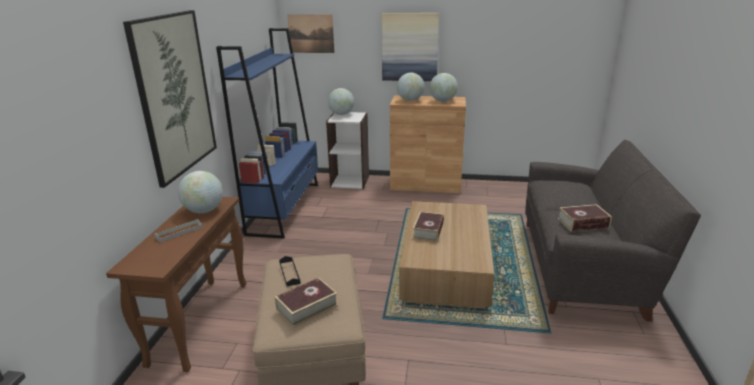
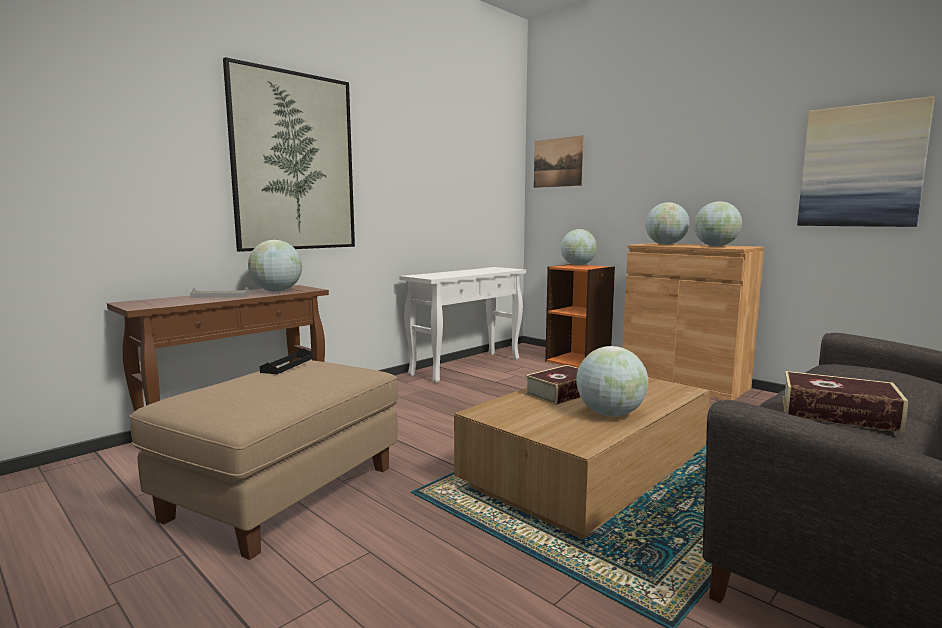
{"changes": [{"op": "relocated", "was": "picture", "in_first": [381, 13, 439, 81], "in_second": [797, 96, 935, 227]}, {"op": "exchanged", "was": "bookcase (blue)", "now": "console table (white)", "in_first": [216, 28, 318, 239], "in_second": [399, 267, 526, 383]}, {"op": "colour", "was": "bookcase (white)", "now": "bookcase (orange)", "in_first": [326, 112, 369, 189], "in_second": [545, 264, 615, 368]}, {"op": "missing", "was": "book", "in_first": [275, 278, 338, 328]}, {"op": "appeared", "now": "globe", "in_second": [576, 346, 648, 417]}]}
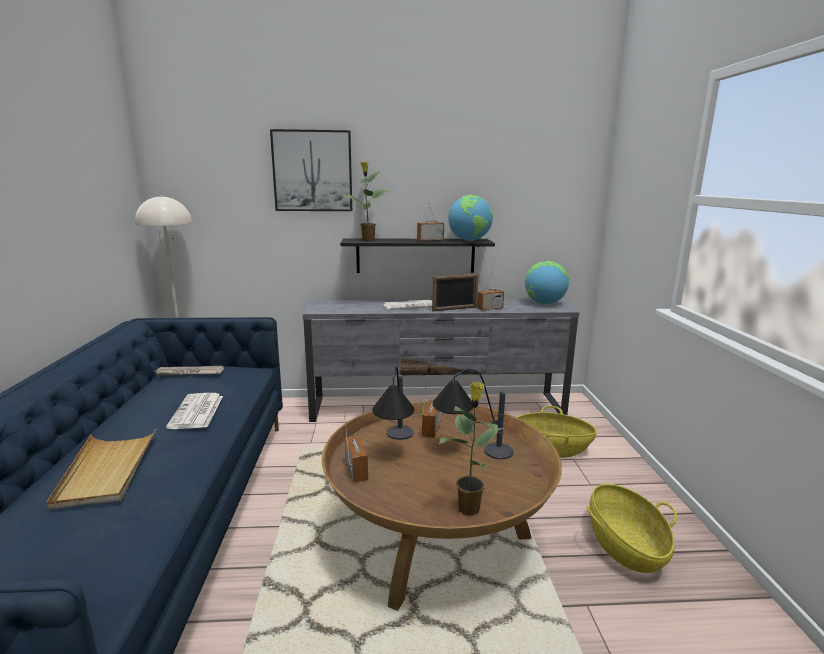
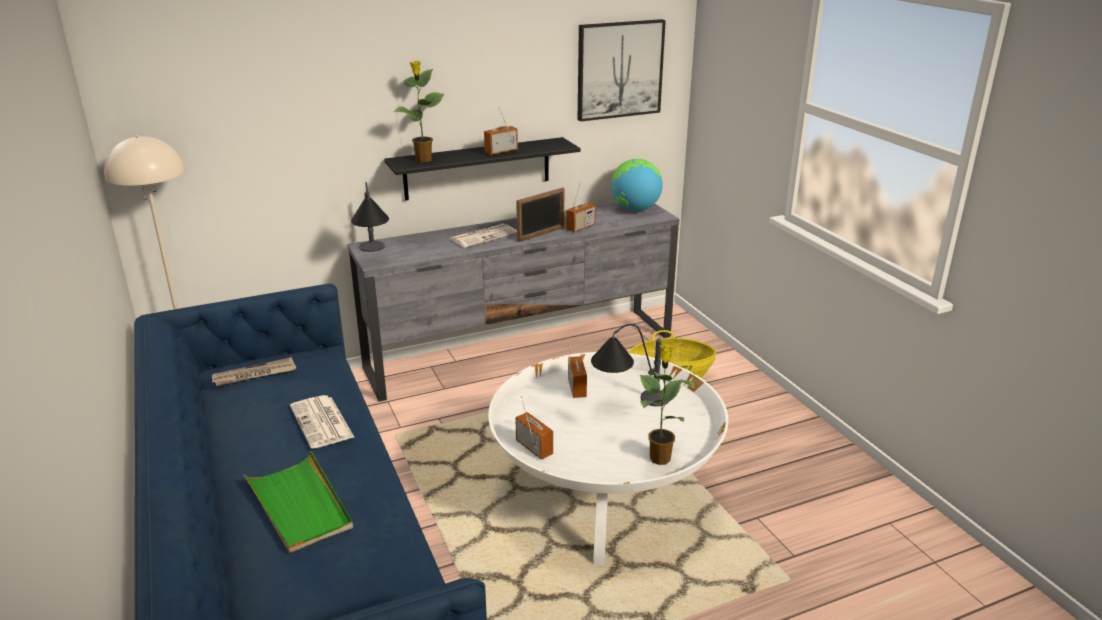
{"changes": [{"op": "relocated", "was": "picture", "in_first": [270, 129, 352, 211], "in_second": [578, 19, 666, 122]}, {"op": "missing", "was": "globe", "in_first": [448, 195, 493, 241]}, {"op": "relocated", "was": "table lamp", "in_first": [372, 366, 415, 440], "in_second": [351, 182, 389, 252]}, {"op": "colour", "was": "coffee table (brown)", "now": "coffee table (white)", "in_first": [322, 401, 562, 611], "in_second": [488, 352, 728, 565]}, {"op": "colour", "was": "tray (beige)", "now": "tray (green)", "in_first": [47, 428, 157, 510], "in_second": [243, 451, 353, 553]}, {"op": "missing", "was": "basket", "in_first": [587, 484, 677, 573]}]}
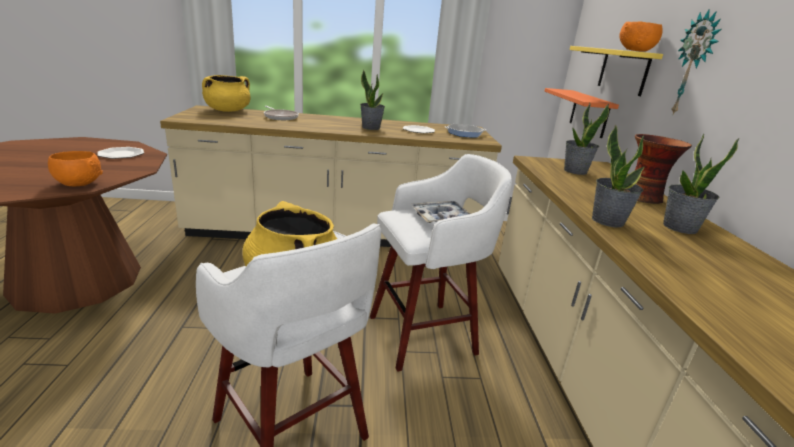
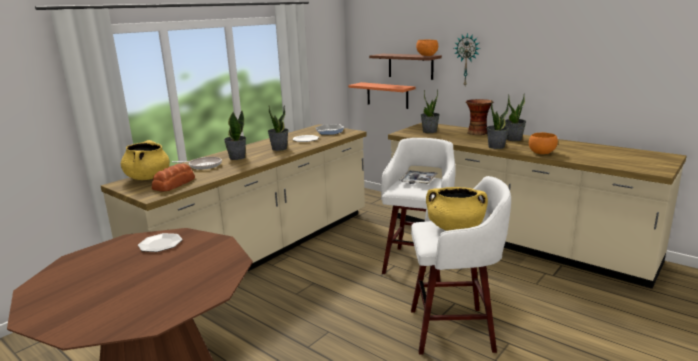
{"changes": [{"op": "colour", "was": "shelf (yellow)", "now": "shelf (brown)", "in_first": [570, 46, 663, 96], "in_second": [369, 54, 442, 80]}, {"op": "relocated", "was": "bowl (orange)", "in_first": [48, 151, 103, 186], "in_second": [529, 132, 558, 154]}, {"op": "appeared", "now": "potted plant", "in_second": [224, 111, 246, 160]}, {"op": "appeared", "now": "bread", "in_second": [152, 163, 195, 192]}]}
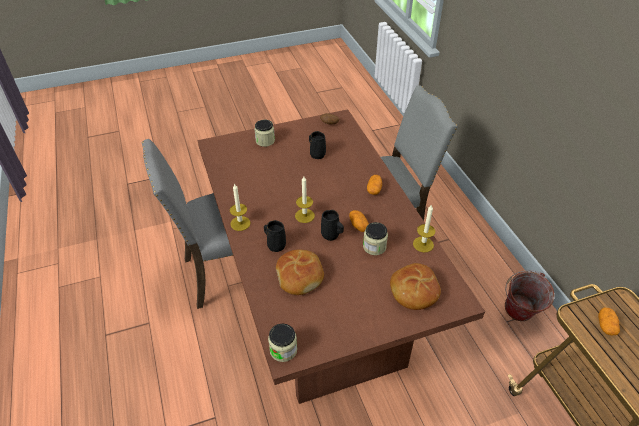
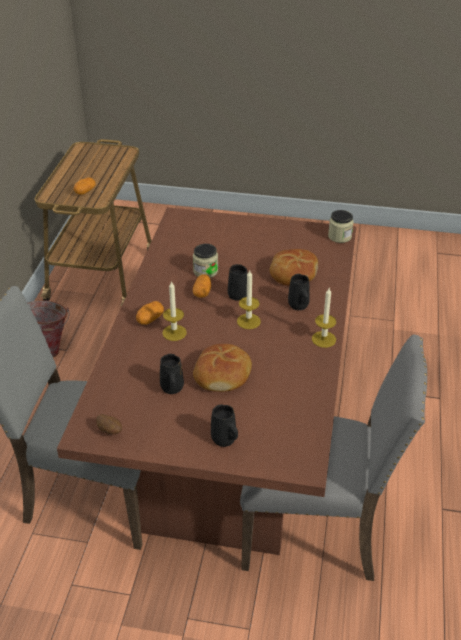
{"changes": [{"op": "exchanged", "was": "jar", "now": "mug (black)", "in_first": [254, 120, 275, 147], "in_second": [211, 405, 238, 447]}, {"op": "relocated", "was": "candle", "in_first": [413, 204, 435, 252], "in_second": [162, 281, 187, 341]}, {"op": "relocated", "was": "bread", "in_first": [390, 263, 441, 310], "in_second": [193, 344, 252, 392]}]}
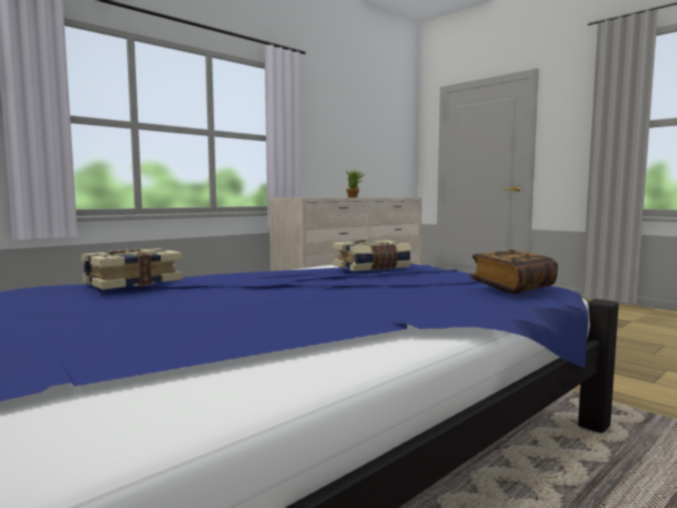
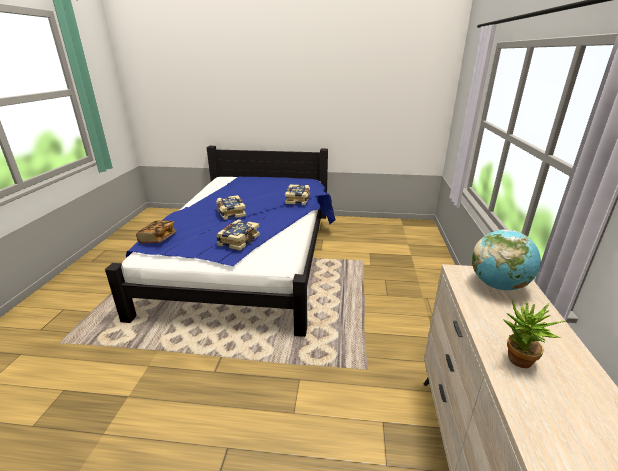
{"changes": [{"op": "appeared", "now": "book", "in_second": [216, 195, 246, 220]}, {"op": "appeared", "now": "globe", "in_second": [472, 230, 541, 290]}]}
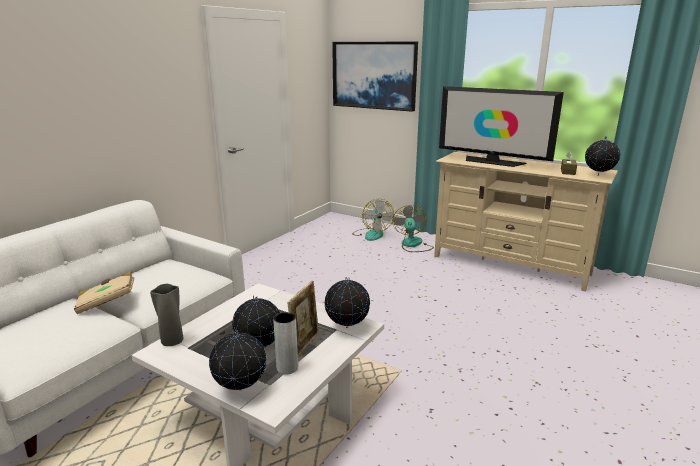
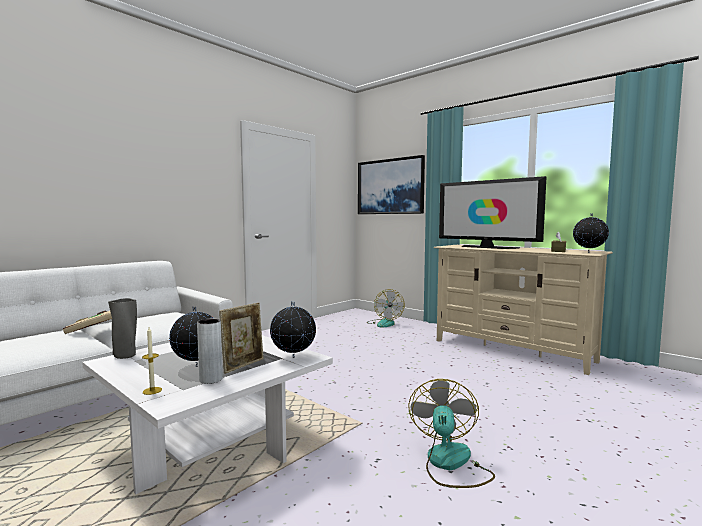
{"changes": [{"op": "relocated", "was": "fan", "in_first": [392, 205, 434, 252], "in_second": [408, 379, 495, 488]}, {"op": "exchanged", "was": "globe", "now": "candle", "in_first": [209, 330, 266, 391], "in_second": [142, 327, 162, 395]}]}
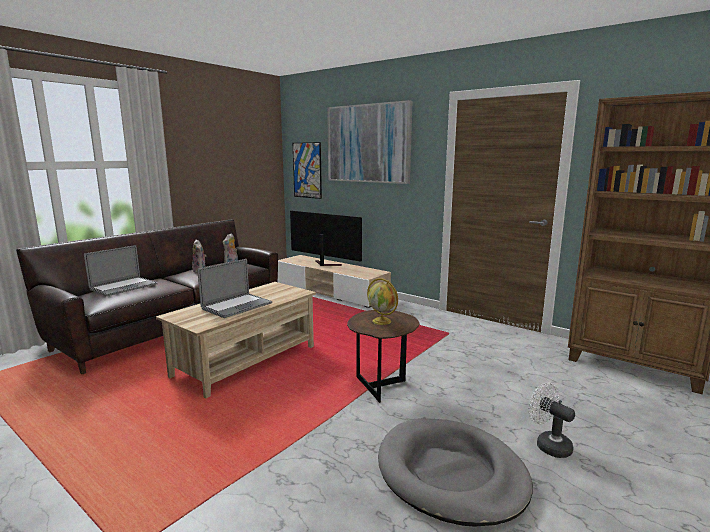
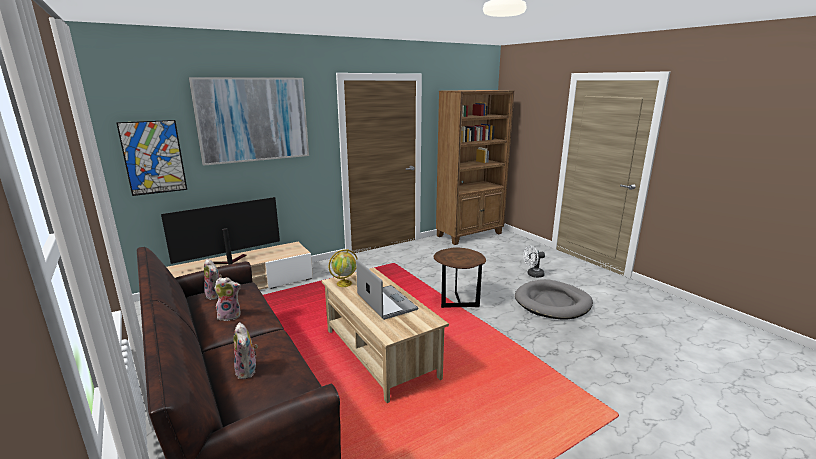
{"changes": [{"op": "exchanged", "was": "laptop", "now": "plush toy", "in_first": [84, 245, 158, 296], "in_second": [234, 322, 258, 379]}, {"op": "relocated", "was": "globe", "in_first": [367, 278, 398, 325], "in_second": [328, 249, 358, 287]}]}
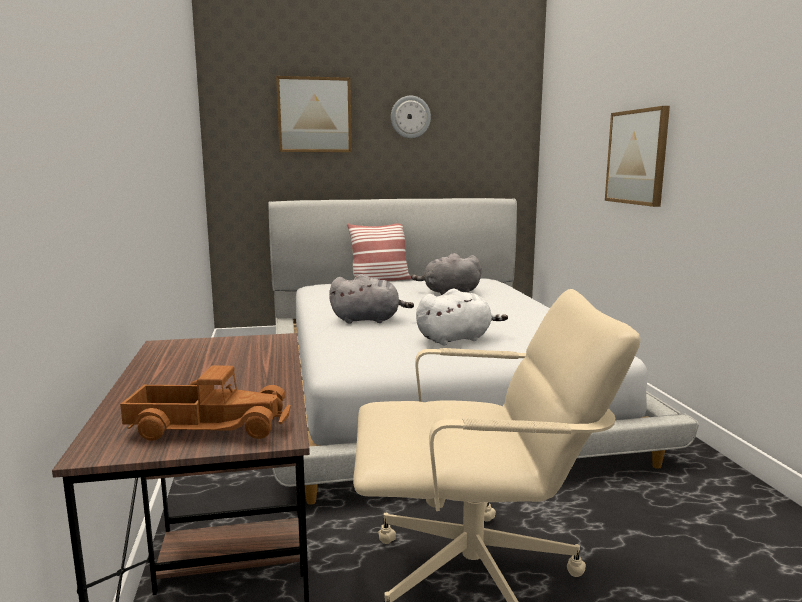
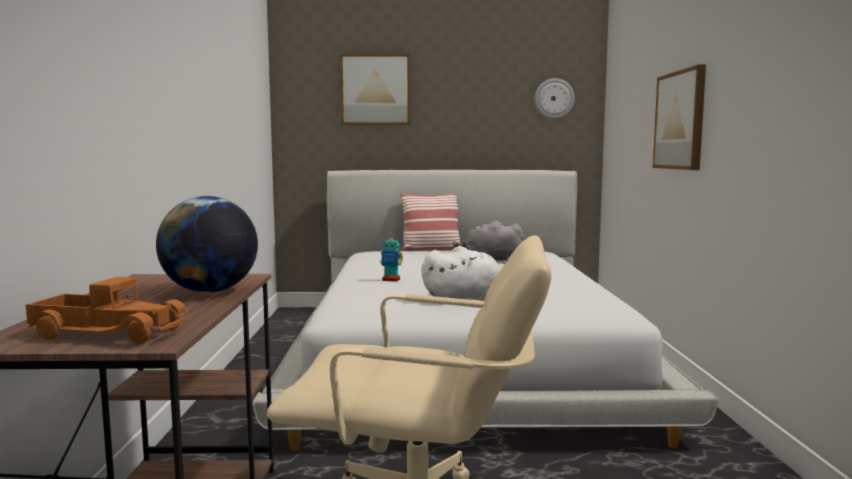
{"changes": [{"op": "relocated", "was": "wall clock", "in_first": [391, 96, 431, 138], "in_second": [535, 78, 575, 119]}, {"op": "exchanged", "was": "plush toy (grey)", "now": "toy robot", "in_first": [329, 274, 414, 323], "in_second": [380, 233, 403, 282]}, {"op": "appeared", "now": "globe", "in_second": [156, 196, 258, 293]}]}
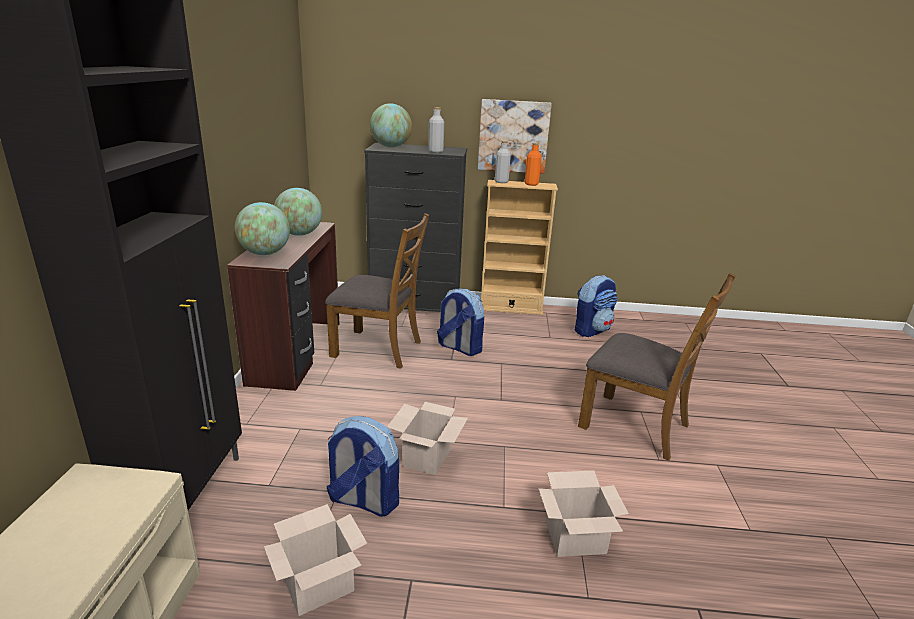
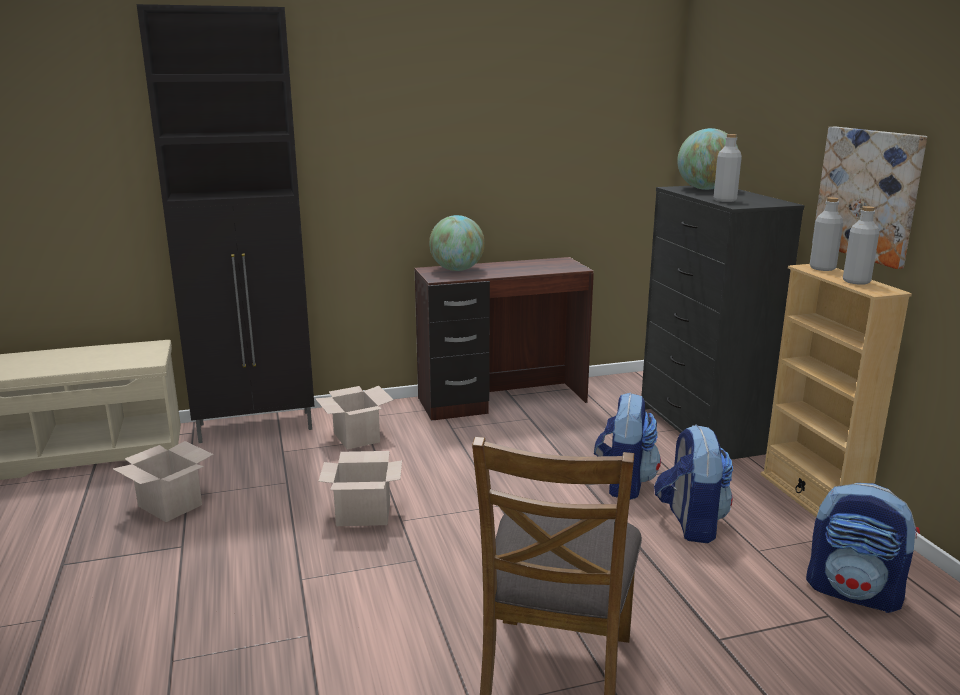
{"changes": [{"op": "colour", "was": "bottle (orange)", "now": "bottle (grey)", "in_first": [525, 143, 542, 186], "in_second": [843, 206, 879, 285]}, {"op": "missing", "was": "globe", "in_first": [274, 188, 322, 236]}, {"op": "missing", "was": "chair (brown)", "in_first": [325, 213, 429, 369]}, {"op": "relocated", "was": "backpack", "in_first": [326, 416, 399, 517], "in_second": [654, 424, 733, 543]}, {"op": "relocated", "was": "cardboard box", "in_first": [538, 470, 629, 557], "in_second": [315, 386, 394, 449]}]}
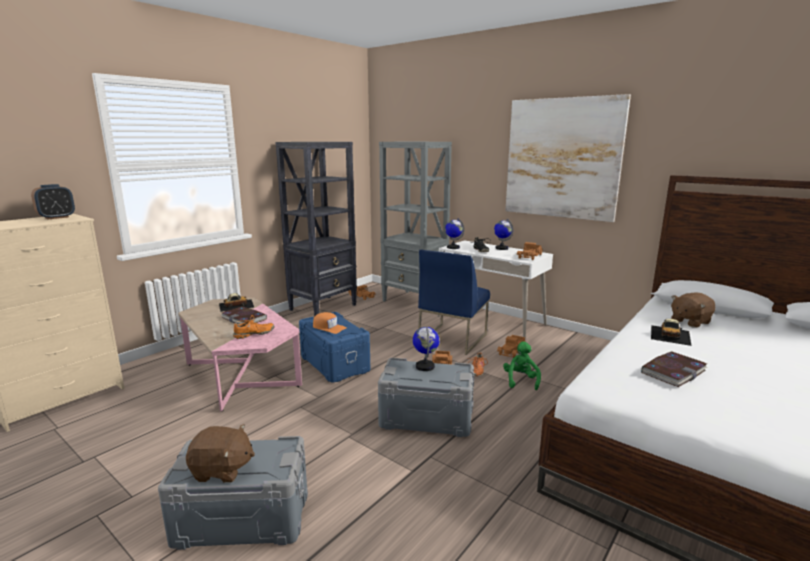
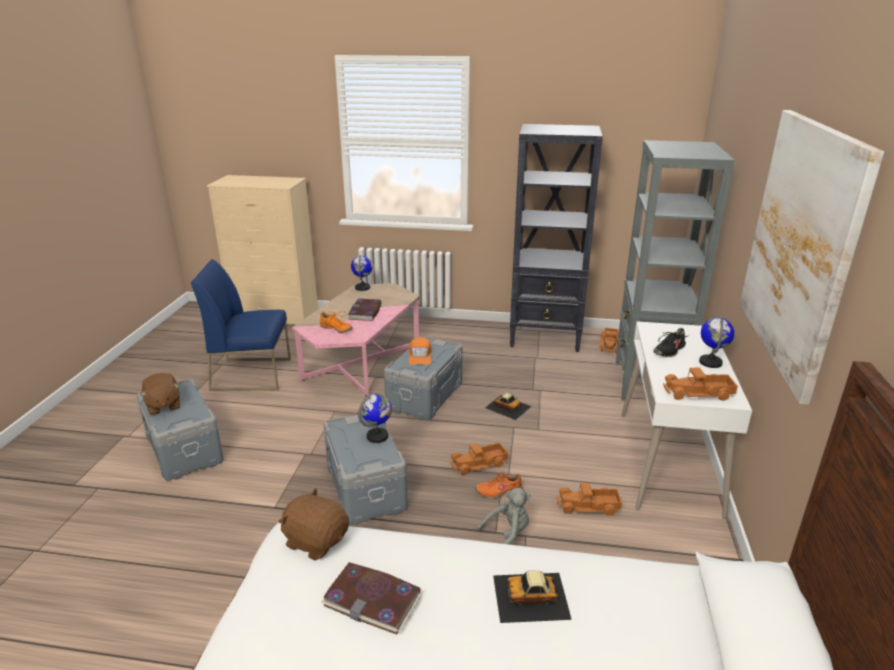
{"changes": [{"op": "missing", "was": "alarm clock", "in_first": [31, 184, 75, 219]}, {"op": "relocated", "was": "globe", "in_first": [445, 218, 465, 249], "in_second": [351, 255, 373, 291]}, {"op": "relocated", "was": "chair (blue)", "in_first": [418, 250, 490, 355], "in_second": [191, 259, 291, 391]}, {"op": "relocated", "was": "toy car", "in_first": [219, 293, 254, 312], "in_second": [485, 393, 531, 420]}, {"op": "relocated", "was": "plush toy (brown)", "in_first": [671, 293, 715, 328], "in_second": [278, 488, 349, 560]}, {"op": "colour", "was": "storage box (blue)", "now": "storage box (grey)", "in_first": [299, 312, 370, 383], "in_second": [384, 336, 463, 420]}, {"op": "colour", "was": "plush toy (green)", "now": "plush toy (grey)", "in_first": [503, 341, 541, 390], "in_second": [476, 488, 531, 545]}]}
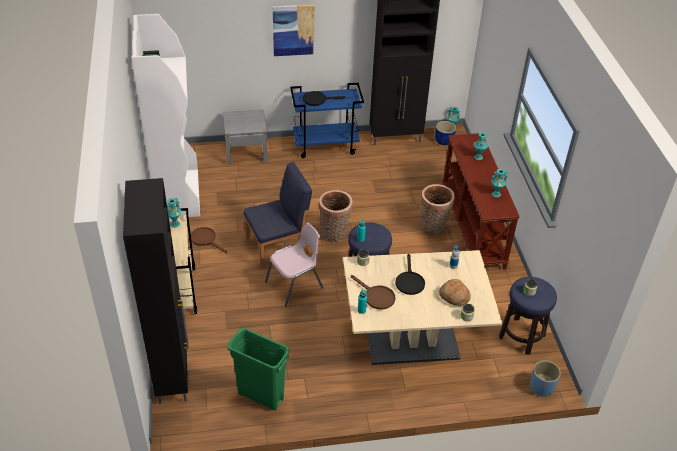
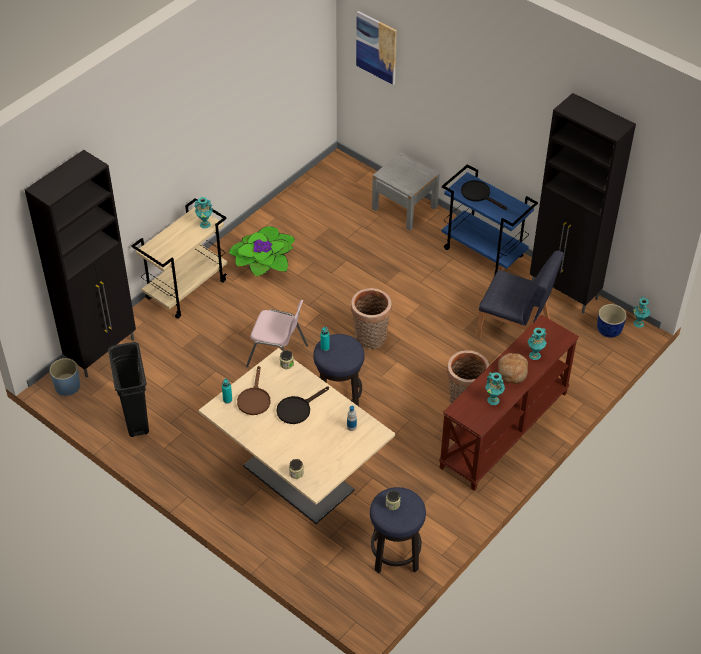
{"changes": [{"op": "relocated", "was": "picture", "in_first": [272, 4, 315, 56], "in_second": [356, 11, 397, 85]}, {"op": "missing", "was": "bookcase (white)", "in_first": [131, 14, 200, 217]}, {"op": "relocated", "was": "chair (blue)", "in_first": [244, 162, 312, 268], "in_second": [477, 251, 564, 339]}, {"op": "exchanged", "was": "frying pan (brown)", "now": "potted plant", "in_first": [191, 227, 227, 253], "in_second": [229, 226, 295, 277]}, {"op": "relocated", "was": "bread", "in_first": [439, 279, 471, 306], "in_second": [498, 353, 528, 384]}, {"op": "colour", "was": "trash can (green)", "now": "trash can (black)", "in_first": [227, 328, 290, 411], "in_second": [108, 342, 149, 437]}, {"op": "relocated", "was": "planter (blue)", "in_first": [530, 360, 561, 397], "in_second": [50, 358, 80, 396]}]}
